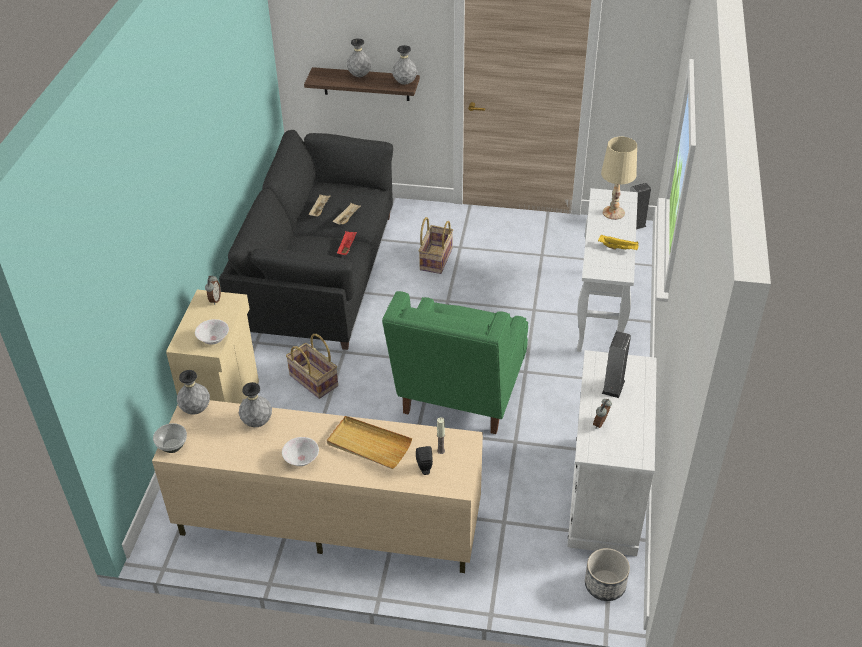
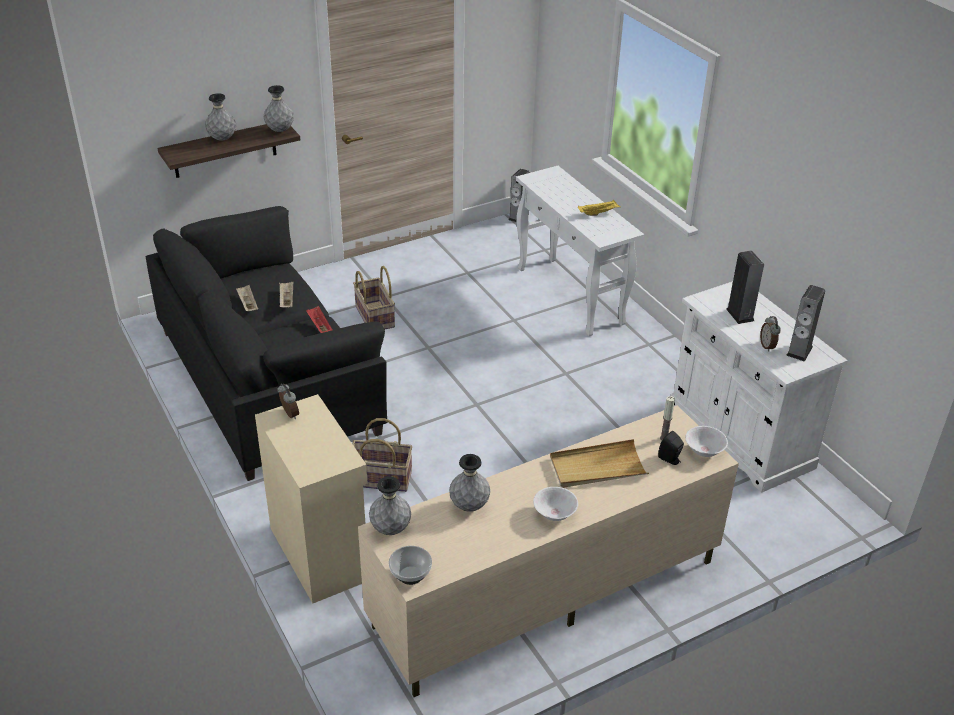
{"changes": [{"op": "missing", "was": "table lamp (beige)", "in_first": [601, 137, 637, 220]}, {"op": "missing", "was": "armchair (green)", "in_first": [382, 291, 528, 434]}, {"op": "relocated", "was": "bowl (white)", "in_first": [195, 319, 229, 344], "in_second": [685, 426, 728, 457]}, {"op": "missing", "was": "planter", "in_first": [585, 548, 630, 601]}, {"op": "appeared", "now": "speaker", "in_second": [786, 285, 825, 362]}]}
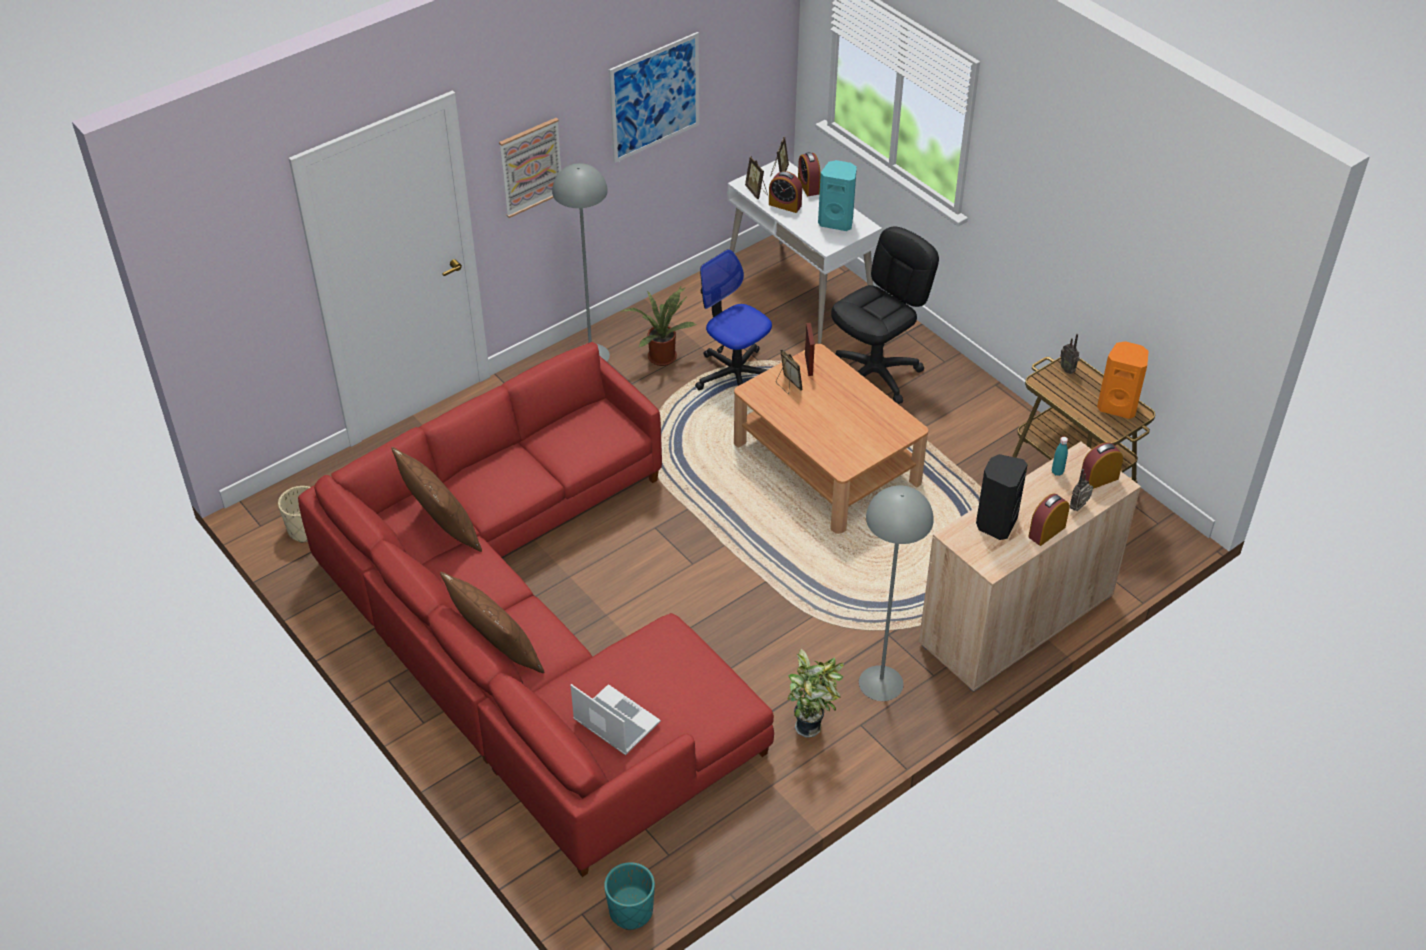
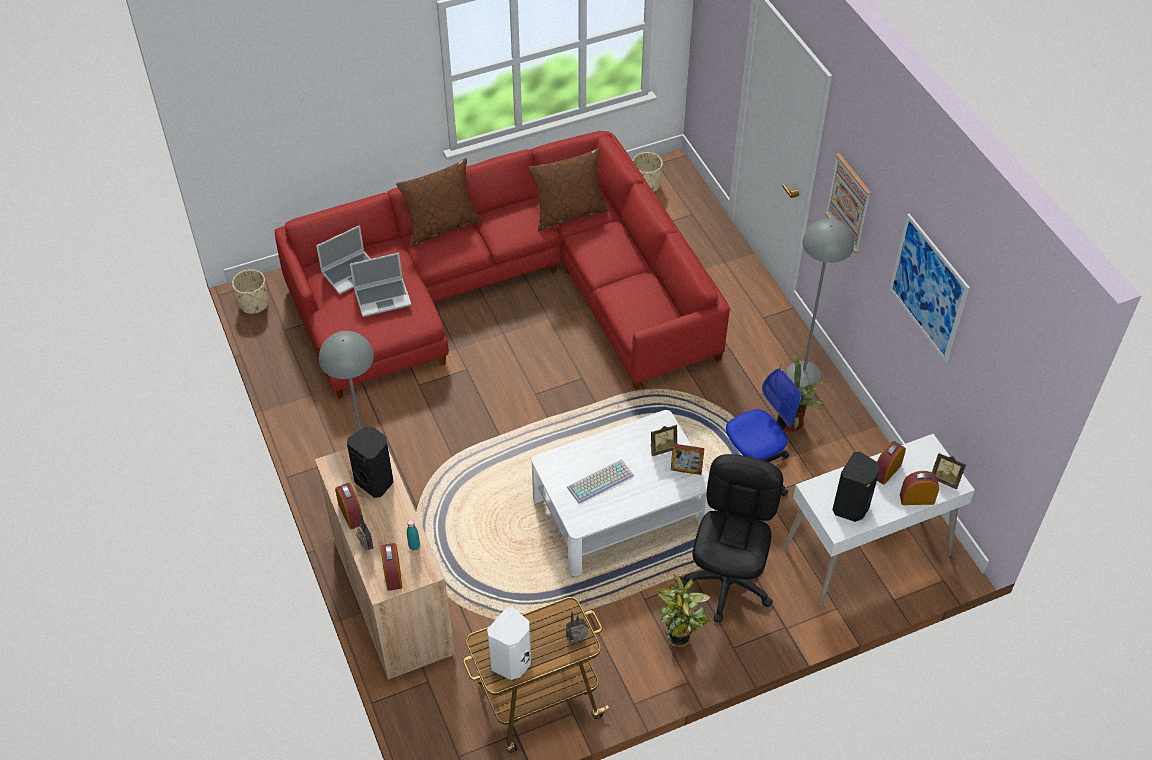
{"changes": [{"op": "missing", "was": "picture frame", "in_first": [745, 156, 768, 199]}, {"op": "colour", "was": "speaker (turquoise)", "now": "speaker (black)", "in_first": [818, 160, 857, 231], "in_second": [832, 452, 880, 522]}, {"op": "spun", "was": "office chair (black)", "in_first": [831, 227, 939, 404], "in_second": [680, 454, 783, 623], "clockwise": -135}, {"op": "colour", "was": "speaker (orange)", "now": "speaker (white)", "in_first": [1097, 341, 1149, 419], "in_second": [487, 607, 531, 680]}, {"op": "colour", "was": "coffee table (brown)", "now": "coffee table (white)", "in_first": [734, 344, 928, 534], "in_second": [531, 410, 712, 576]}, {"op": "relocated", "was": "potted plant", "in_first": [787, 649, 844, 737], "in_second": [657, 574, 710, 647]}, {"op": "colour", "was": "planter (turquoise)", "now": "planter (beige)", "in_first": [604, 862, 655, 930], "in_second": [232, 269, 268, 314]}, {"op": "appeared", "now": "laptop", "in_second": [350, 253, 412, 317]}, {"op": "appeared", "now": "keyboard", "in_second": [567, 459, 634, 504]}]}
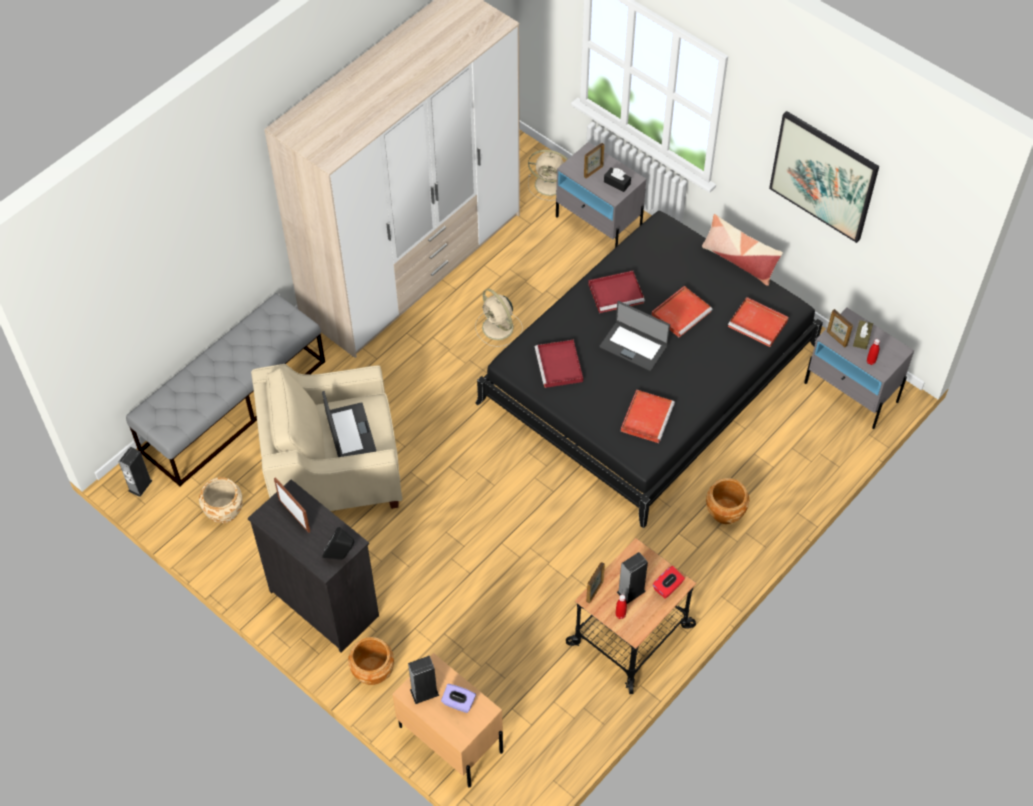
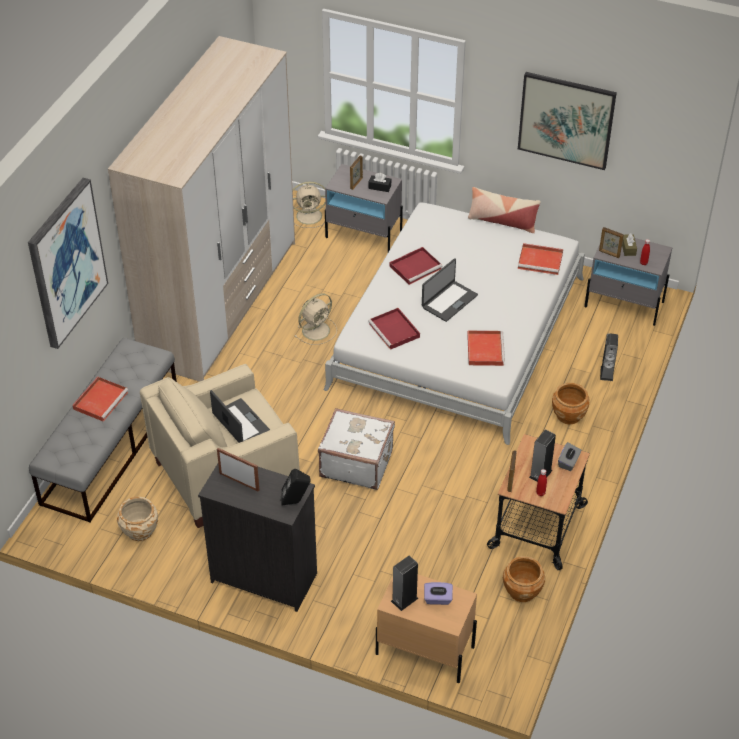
{"changes": [{"op": "colour", "was": "bed (black)", "now": "bed (white)", "in_first": [475, 211, 823, 528], "in_second": [324, 202, 585, 445]}, {"op": "relocated", "was": "tray (red)", "in_first": [651, 286, 713, 337], "in_second": [72, 377, 128, 421]}, {"op": "spun", "was": "fan (beige)", "in_first": [475, 289, 523, 347], "in_second": [295, 293, 337, 345], "clockwise": -75}, {"op": "spun", "was": "laptop", "in_first": [600, 301, 670, 371], "in_second": [422, 258, 478, 322], "clockwise": -60}, {"op": "relocated", "was": "speaker", "in_first": [119, 447, 153, 497], "in_second": [600, 333, 618, 381]}, {"op": "colour", "was": "tissue box (red)", "now": "tissue box (grey)", "in_first": [653, 566, 685, 599], "in_second": [558, 442, 581, 471]}, {"op": "relocated", "was": "planter (brown)", "in_first": [348, 637, 394, 685], "in_second": [503, 556, 545, 602]}, {"op": "appeared", "now": "picture", "in_second": [28, 178, 108, 349]}, {"op": "appeared", "now": "suitcase (white)", "in_second": [318, 408, 395, 490]}]}
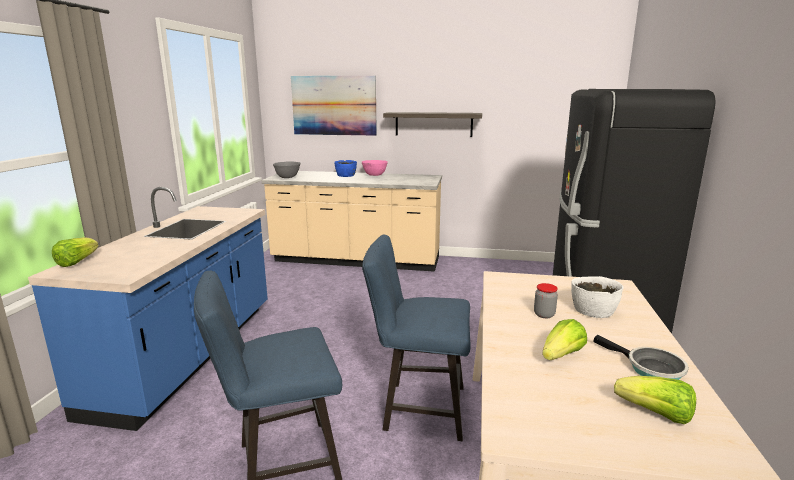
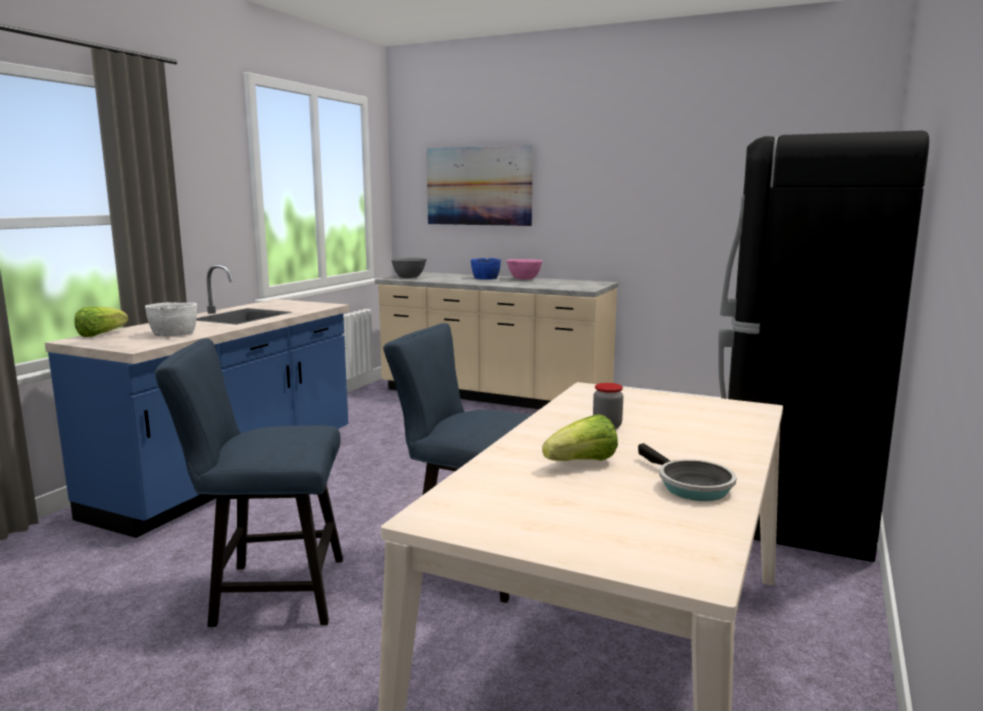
{"changes": [{"op": "missing", "was": "shelf", "in_first": [383, 112, 482, 137]}, {"op": "relocated", "was": "bowl (white)", "in_first": [571, 276, 623, 318], "in_second": [145, 302, 197, 337]}, {"op": "missing", "was": "lettuce", "in_first": [614, 376, 696, 424]}]}
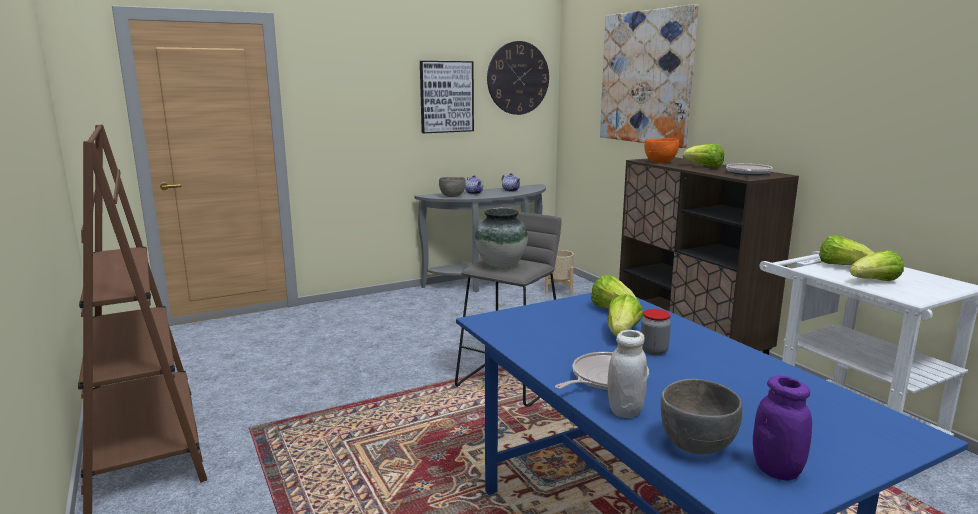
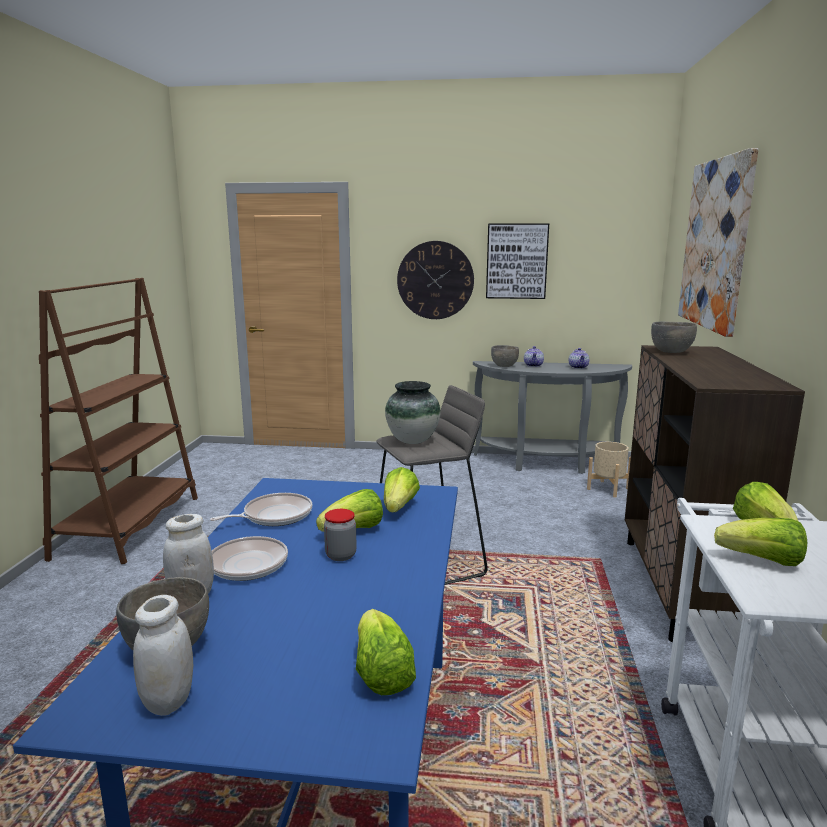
{"changes": [{"op": "relocated", "was": "wall clock", "in_first": [487, 41, 549, 115], "in_second": [397, 241, 474, 319]}, {"op": "colour", "was": "bowl (orange)", "now": "bowl (grey)", "in_first": [644, 138, 679, 163], "in_second": [651, 322, 697, 353]}, {"op": "relocated", "was": "lettuce", "in_first": [683, 144, 724, 168], "in_second": [356, 609, 416, 695]}, {"op": "relocated", "was": "frying pan", "in_first": [726, 163, 773, 175], "in_second": [210, 493, 313, 526]}, {"op": "colour", "was": "jar (purple)", "now": "jar (white)", "in_first": [753, 376, 812, 481], "in_second": [133, 595, 193, 716]}]}
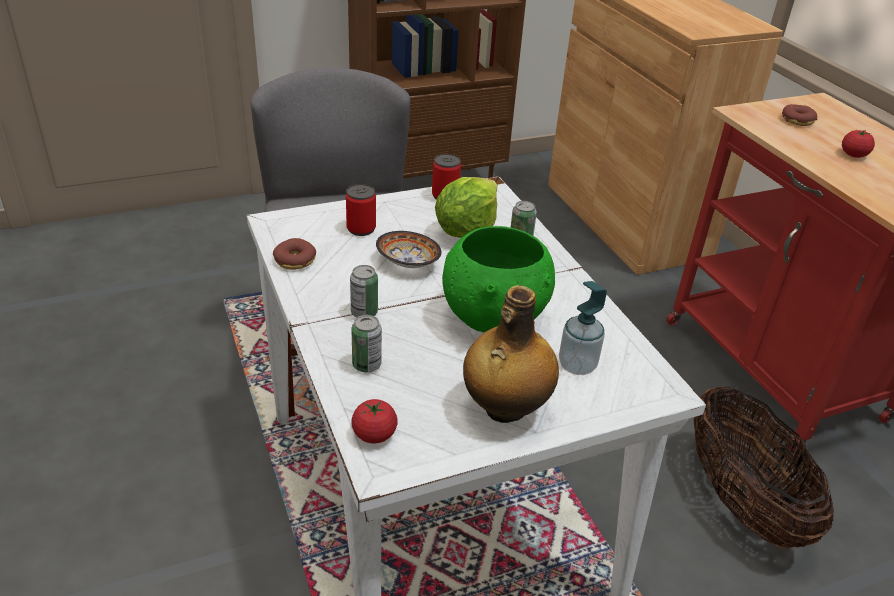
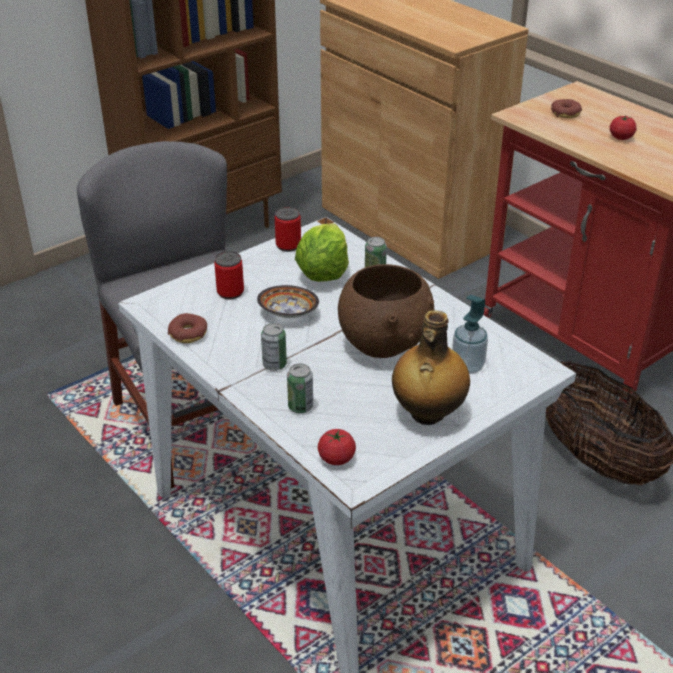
{"changes": [{"op": "colour", "was": "bowl (green)", "now": "bowl (brown)", "in_first": [442, 226, 555, 333], "in_second": [338, 264, 434, 358]}]}
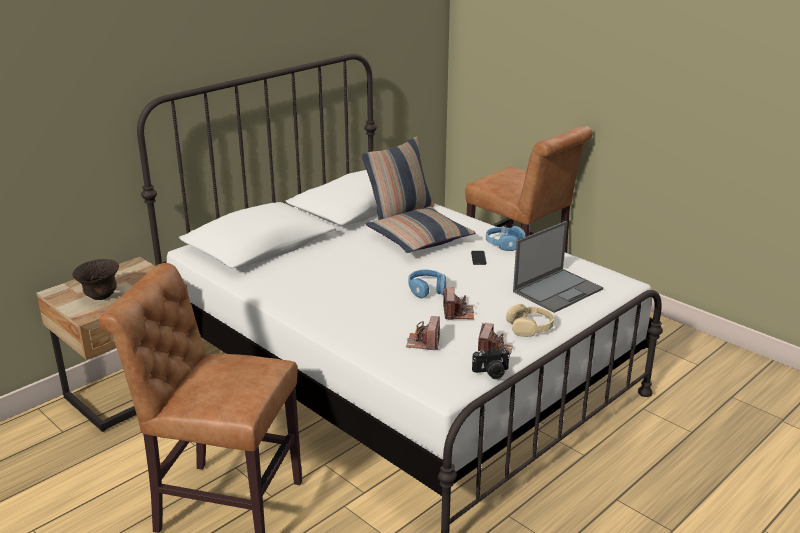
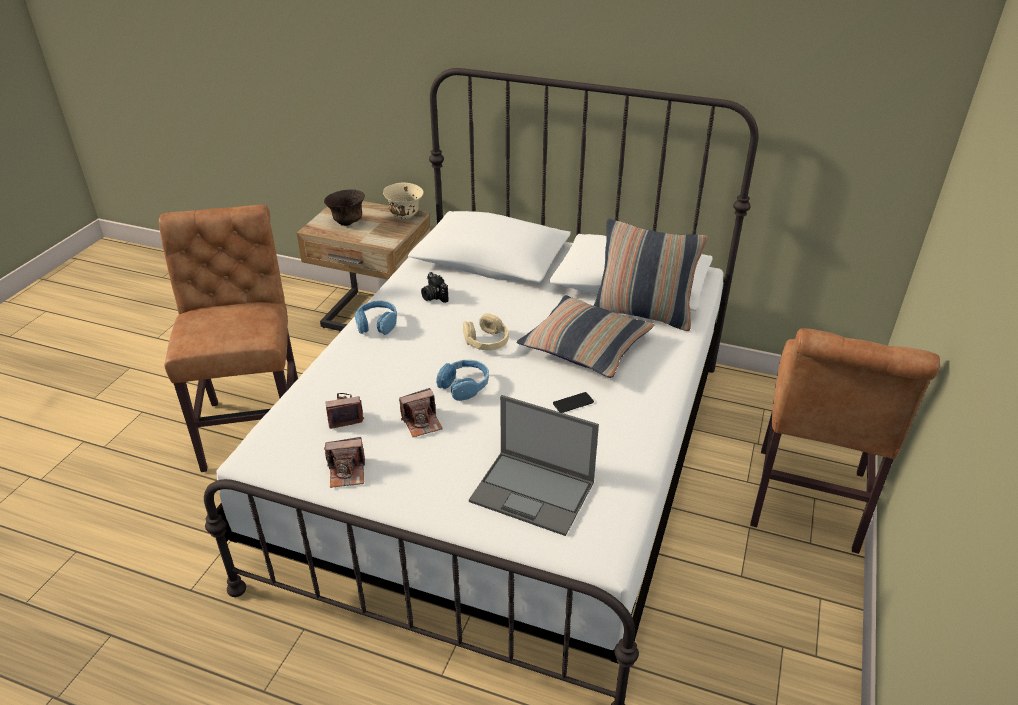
{"changes": [{"op": "relocated", "was": "headphones (blue)", "in_first": [486, 226, 526, 251], "in_second": [355, 301, 397, 335]}, {"op": "relocated", "was": "headphones (beige)", "in_first": [506, 304, 554, 337], "in_second": [463, 313, 509, 351]}, {"op": "relocated", "was": "photo camera", "in_first": [472, 347, 510, 379], "in_second": [421, 272, 449, 303]}, {"op": "appeared", "now": "bowl (beige)", "in_second": [383, 182, 424, 219]}]}
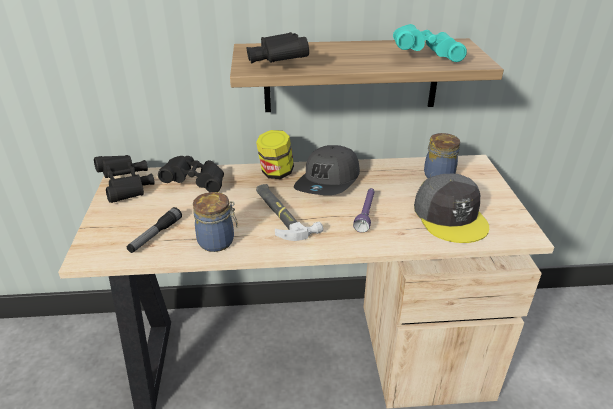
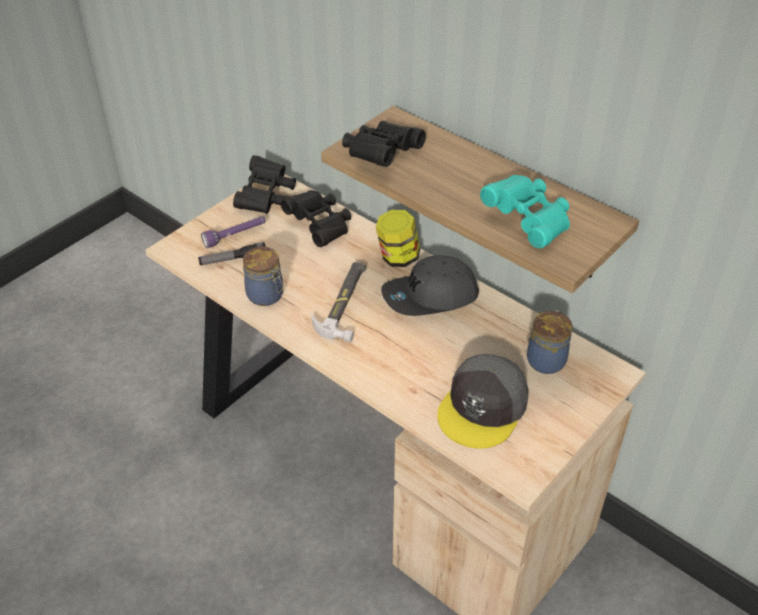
{"changes": [{"op": "relocated", "was": "flashlight (purple)", "in_first": [353, 188, 375, 233], "in_second": [201, 217, 266, 248]}]}
